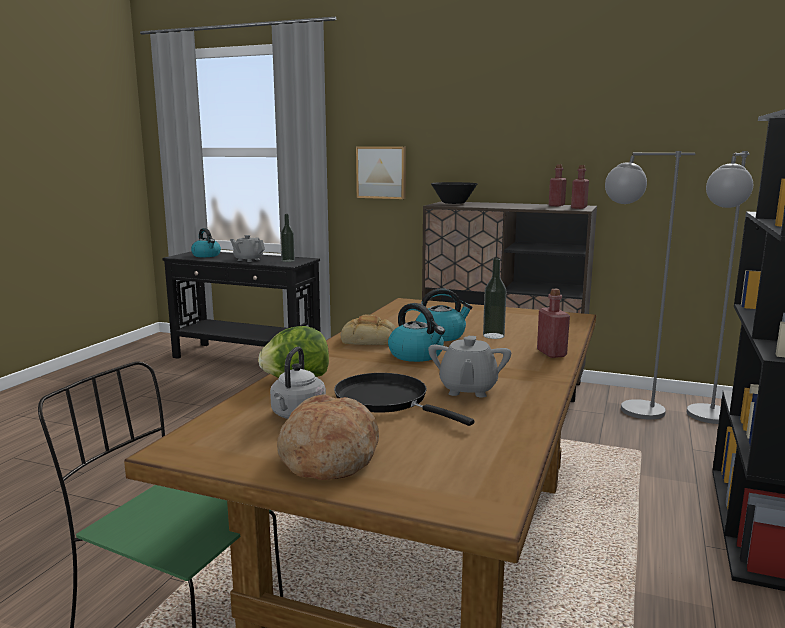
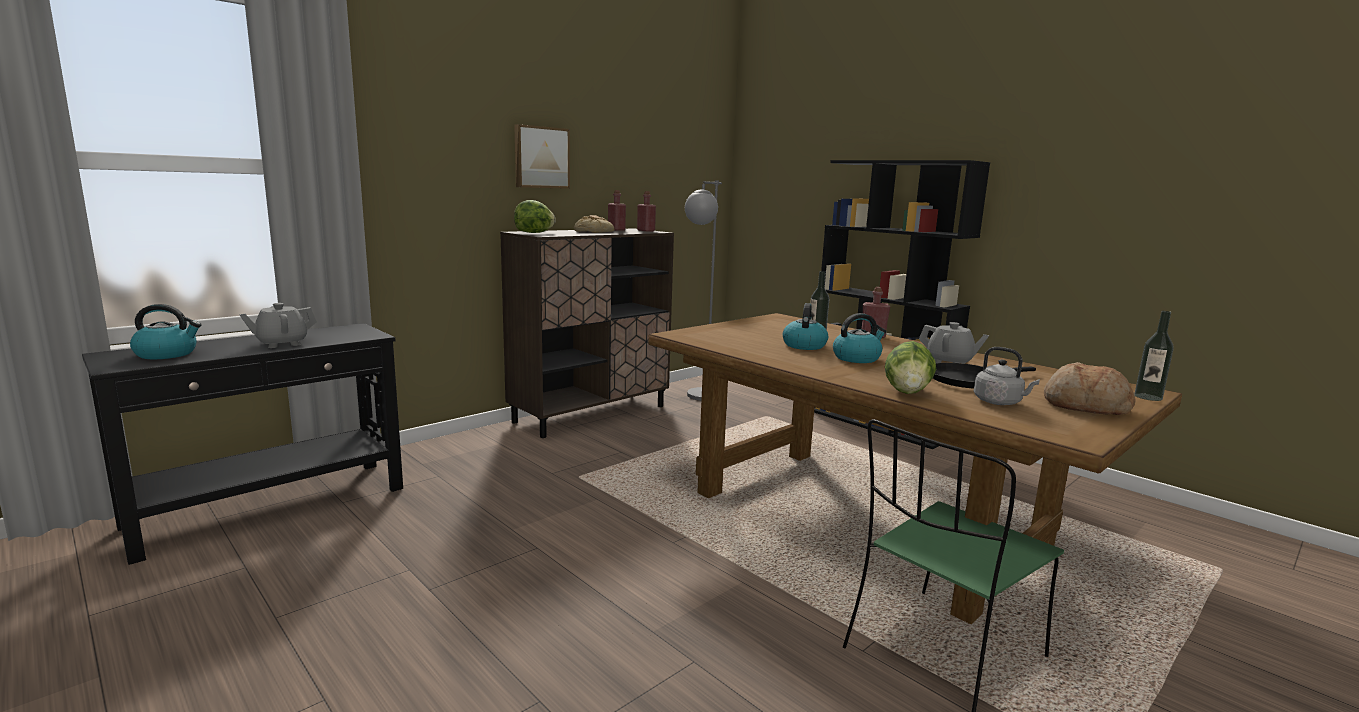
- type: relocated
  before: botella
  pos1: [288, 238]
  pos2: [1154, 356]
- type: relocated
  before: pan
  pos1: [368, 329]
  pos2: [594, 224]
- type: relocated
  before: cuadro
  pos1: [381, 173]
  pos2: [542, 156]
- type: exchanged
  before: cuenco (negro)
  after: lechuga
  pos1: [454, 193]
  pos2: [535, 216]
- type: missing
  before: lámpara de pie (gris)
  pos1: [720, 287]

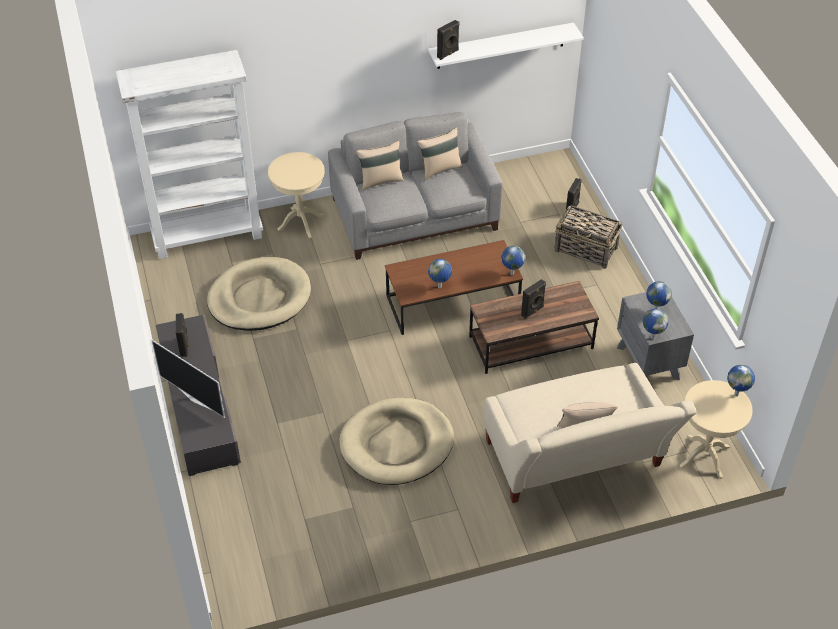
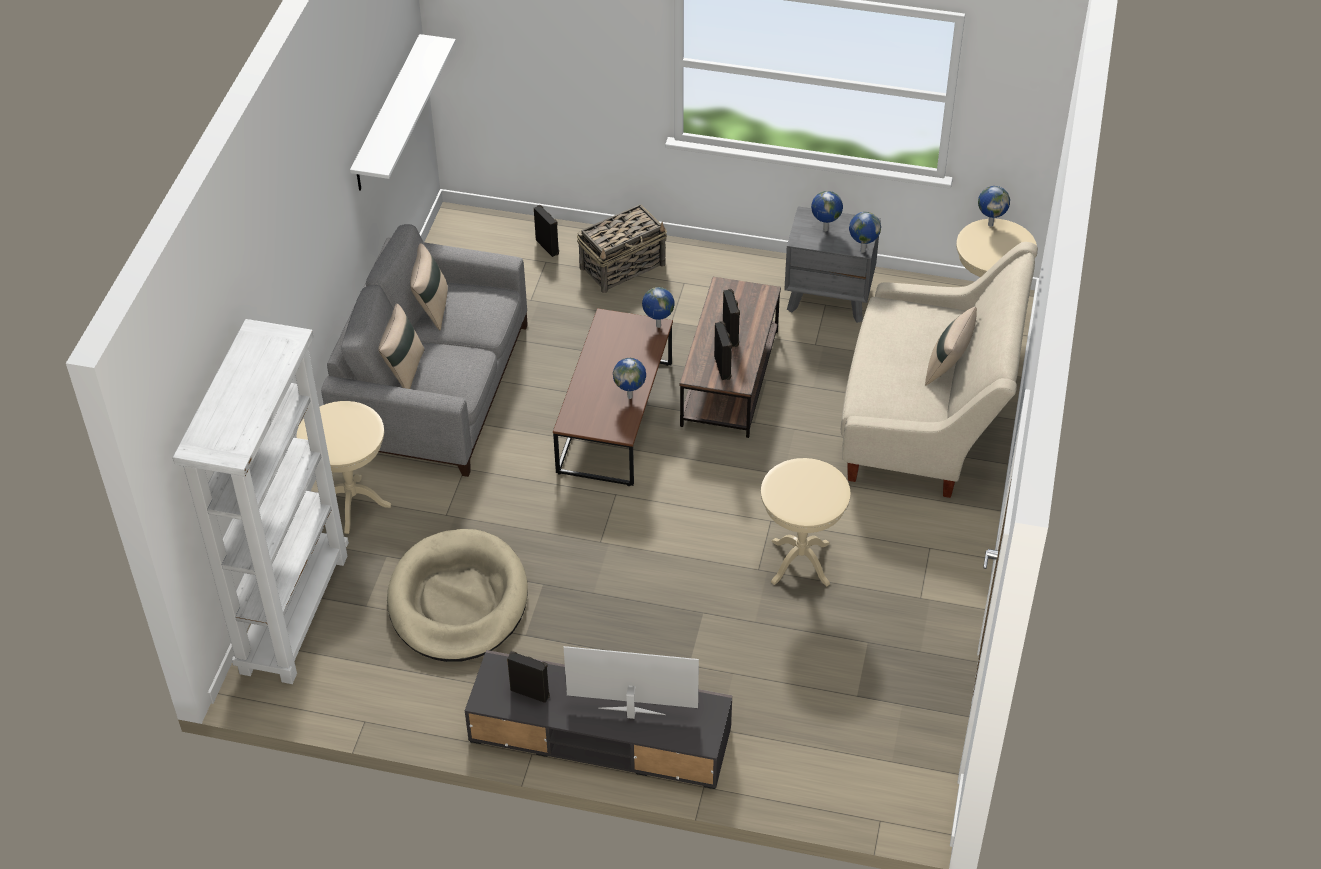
- type: spun
  before: televisor
  pos1: [188, 379]
  pos2: [631, 682]
  turn: -150
- type: exchanged
  before: cama para perro (beis)
  after: mesa auxiliar (beis)
  pos1: [396, 441]
  pos2: [805, 522]
- type: relocated
  before: altavoz (negro)
  pos1: [448, 40]
  pos2: [723, 350]

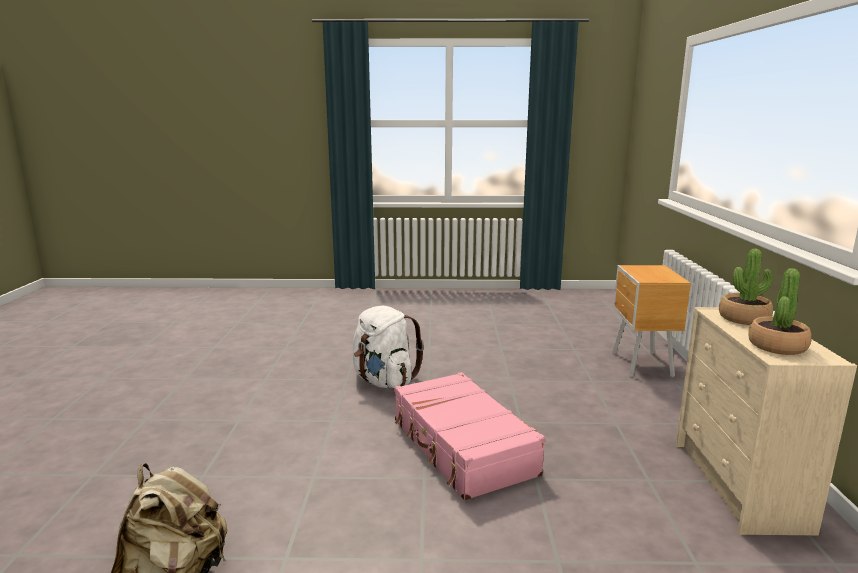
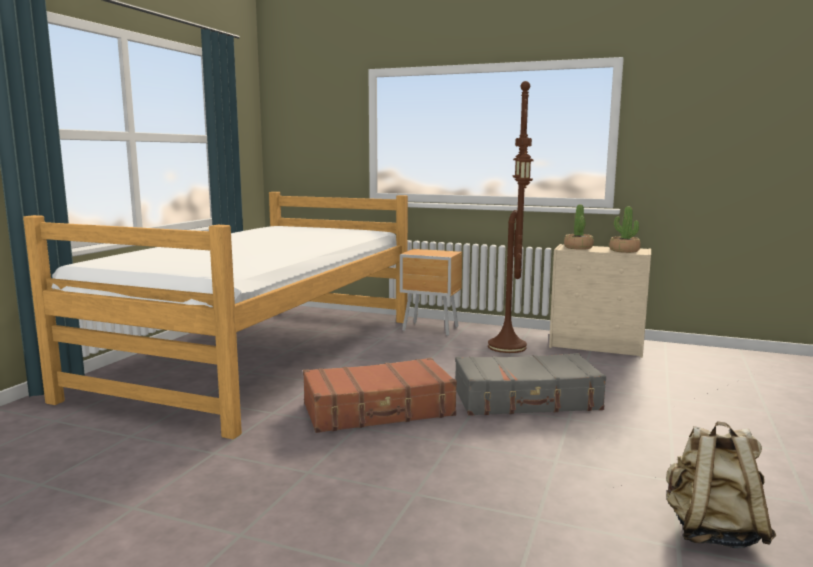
- type: exchanged
  before: mochila (blanco)
  after: maleta (marrón)
  pos1: [388, 347]
  pos2: [380, 395]
- type: colour
  before: maleta (rosa)
  after: maleta (gris)
  pos1: [470, 436]
  pos2: [530, 384]
- type: appeared
  after: cama
  pos2: [215, 316]
- type: appeared
  after: lámpara de pie (marrón)
  pos2: [511, 217]

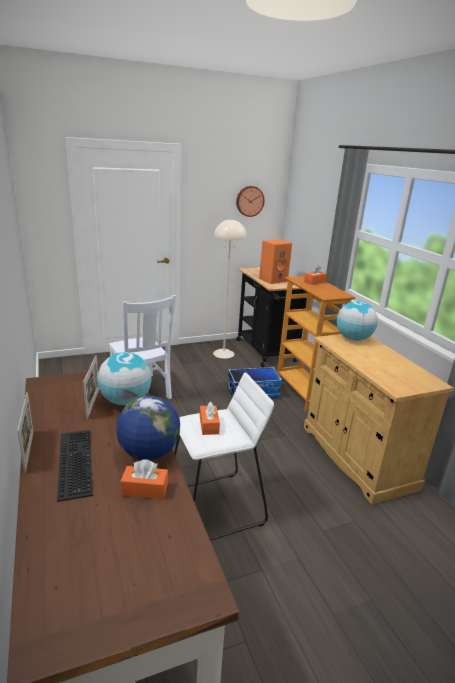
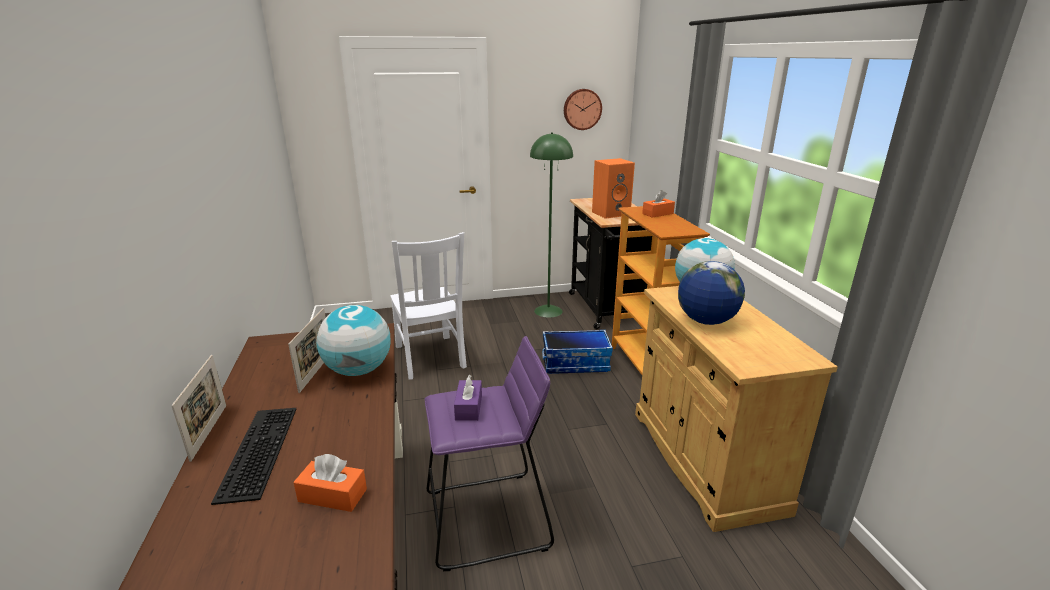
- type: relocated
  before: globo terráqueo
  pos1: [148, 428]
  pos2: [711, 293]
- type: colour
  before: taburete (blanco)
  after: taburete (morado)
  pos1: [224, 456]
  pos2: [489, 453]
- type: colour
  before: caja de pañuelos (naranja)
  after: caja de pañuelos (morado)
  pos1: [210, 418]
  pos2: [468, 398]
- type: colour
  before: lámpara de pie (beis)
  after: lámpara de pie (verde)
  pos1: [230, 289]
  pos2: [551, 225]

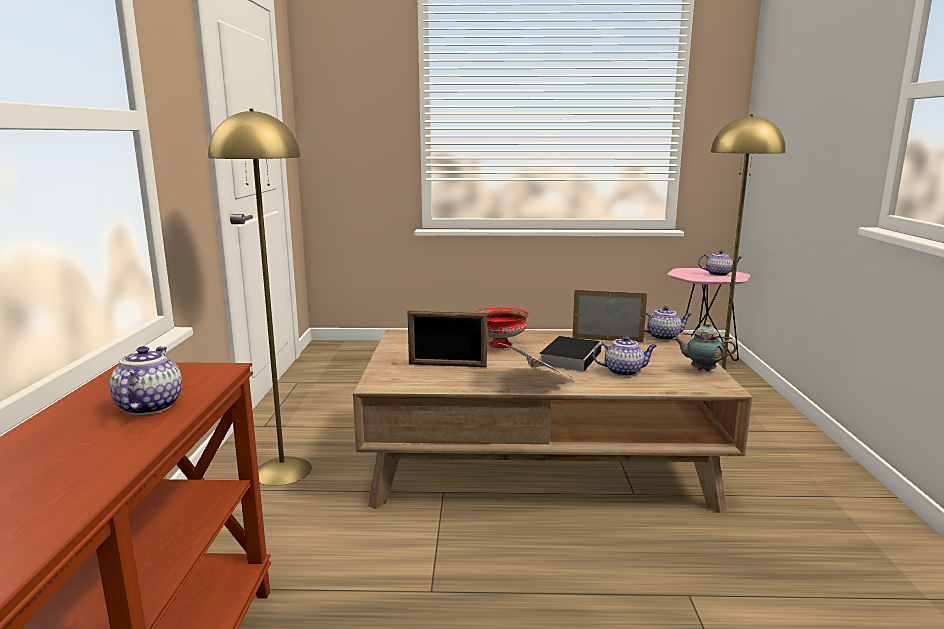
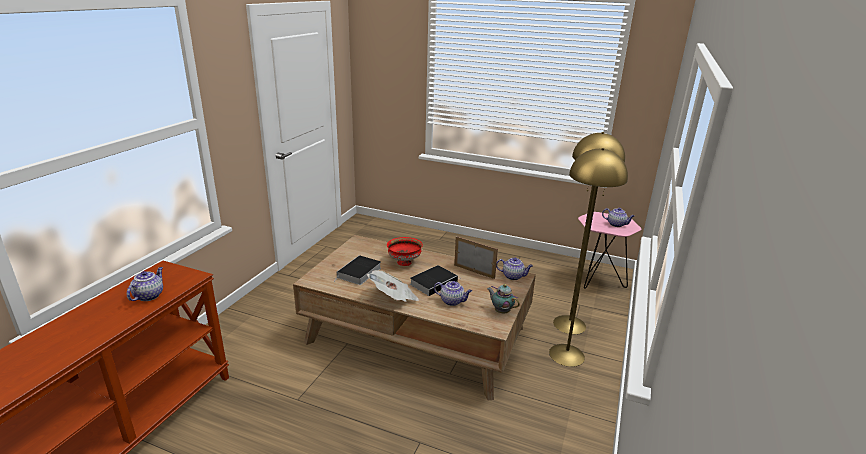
- type: relocated
  before: lámpara de pie (amarillo)
  pos1: [260, 297]
  pos2: [588, 257]
- type: exchanged
  before: portarretratos
  after: libro
  pos1: [447, 338]
  pos2: [357, 270]

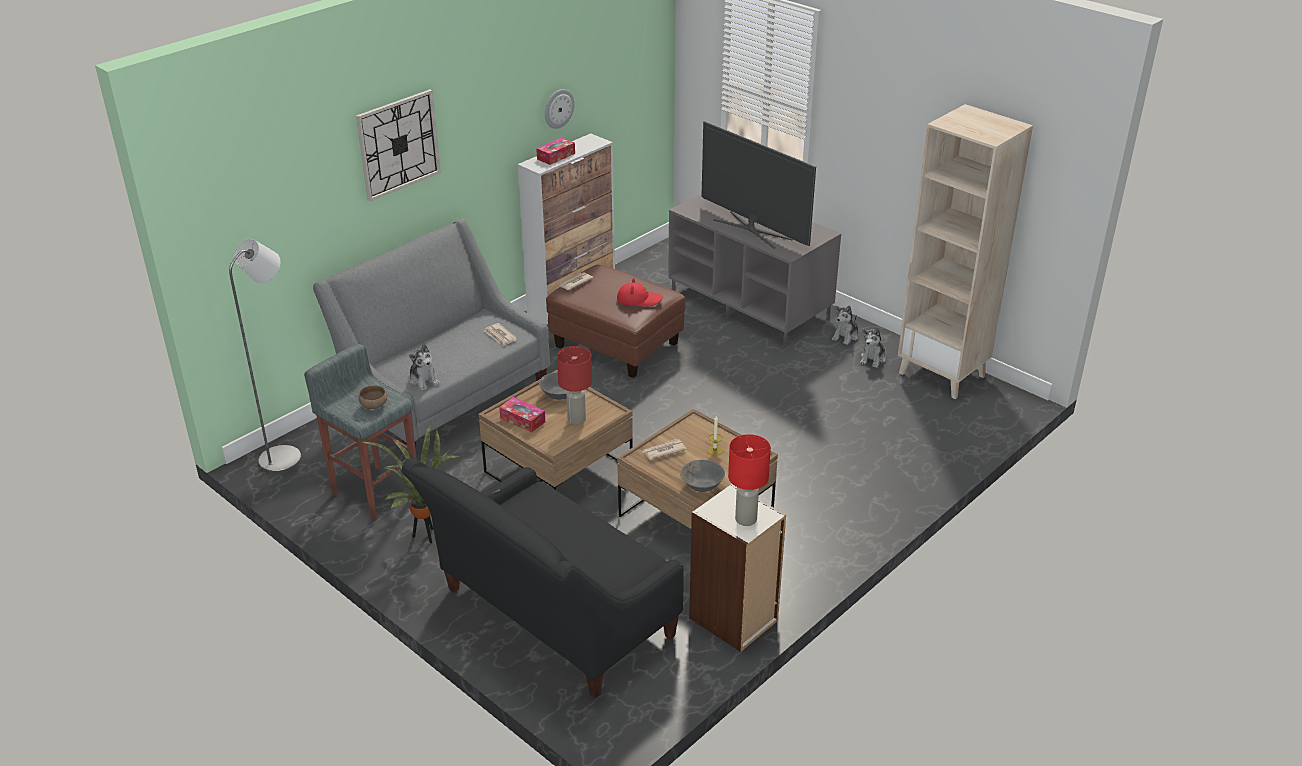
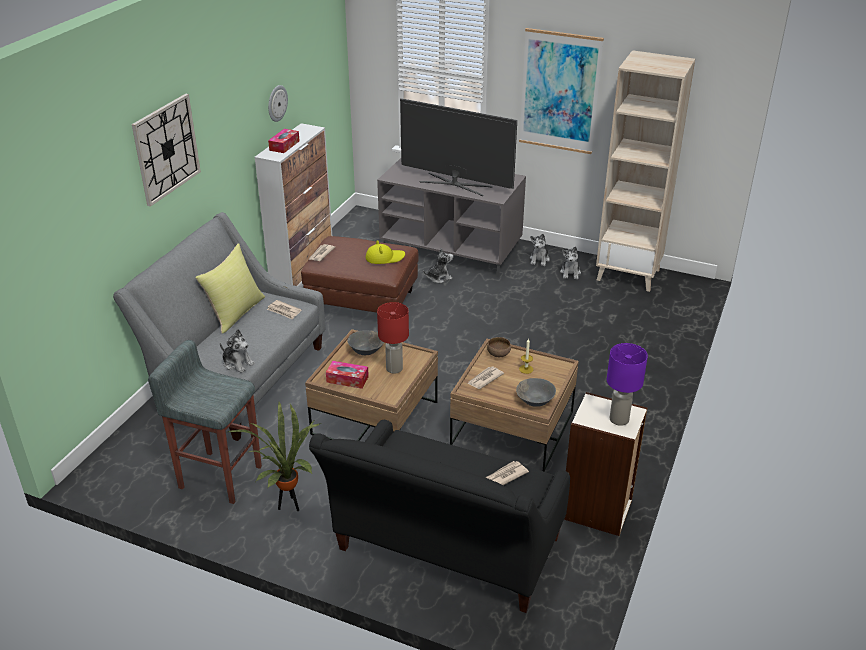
- type: missing
  before: lámpara de pie (gris)
  pos1: [265, 356]
- type: relocated
  before: cuenco (marrón)
  pos1: [373, 397]
  pos2: [499, 347]
- type: colour
  before: sombrero (rojo)
  after: sombrero (amarillo)
  pos1: [640, 292]
  pos2: [385, 252]
- type: colour
  before: lámpara de mesa (rojo)
  after: lámpara de mesa (morado)
  pos1: [749, 480]
  pos2: [627, 384]
- type: appeared
  after: cojín (amarillo)
  pos2: [230, 288]
- type: appeared
  after: peluche
  pos2: [438, 265]
- type: appeared
  after: periódico
  pos2: [507, 473]
- type: appeared
  after: cuadro
  pos2: [561, 91]

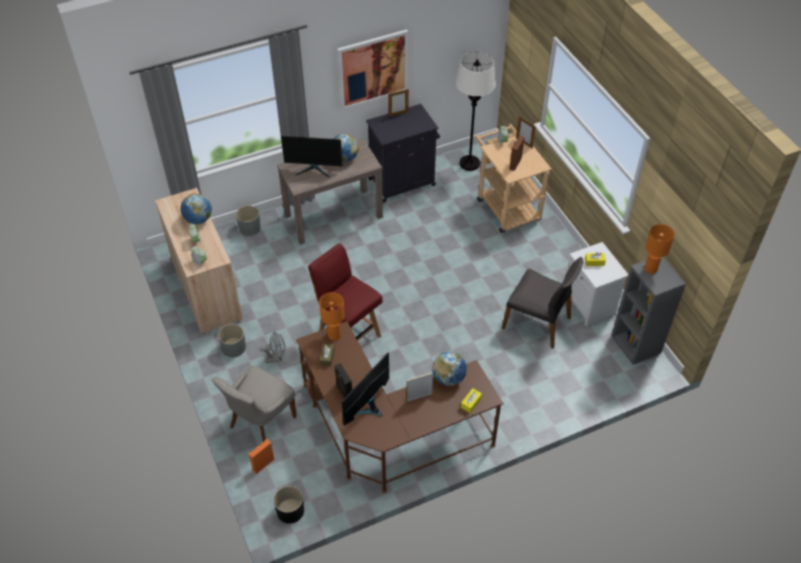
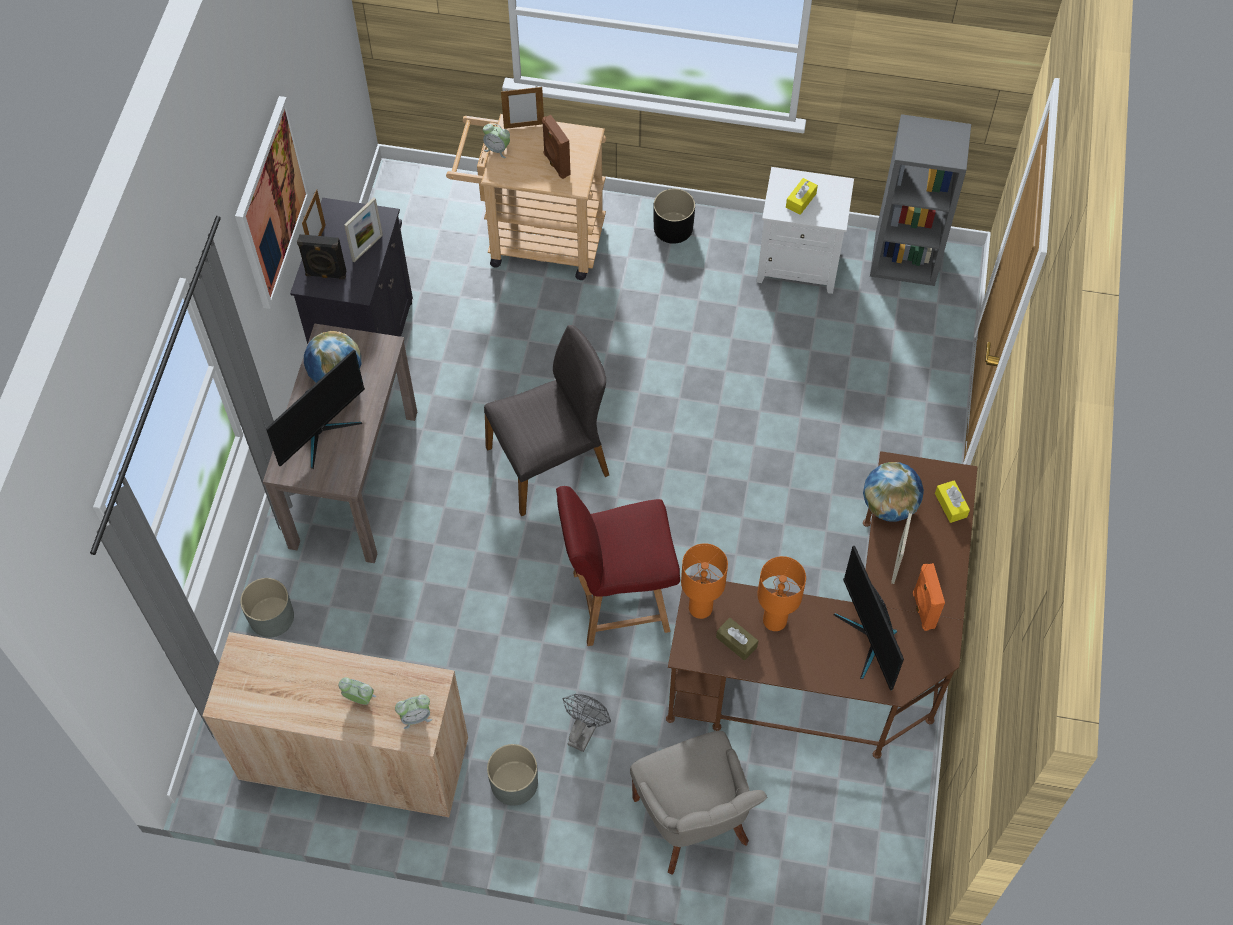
- type: missing
  before: globo terráqueo
  pos1: [196, 209]
- type: relocated
  before: altavoz (naranja)
  pos1: [261, 456]
  pos2: [929, 597]
- type: relocated
  before: maceta (negro)
  pos1: [289, 505]
  pos2: [674, 216]
- type: relocated
  before: altavoz (negro)
  pos1: [343, 380]
  pos2: [321, 256]
- type: missing
  before: lámpara de pie (blanco)
  pos1: [476, 111]
- type: relocated
  before: silla (gris)
  pos1: [542, 302]
  pos2: [546, 420]
- type: relocated
  before: lámpara de mesa (naranja)
  pos1: [660, 249]
  pos2: [781, 593]
- type: appeared
  after: portarretratos
  pos2: [363, 229]

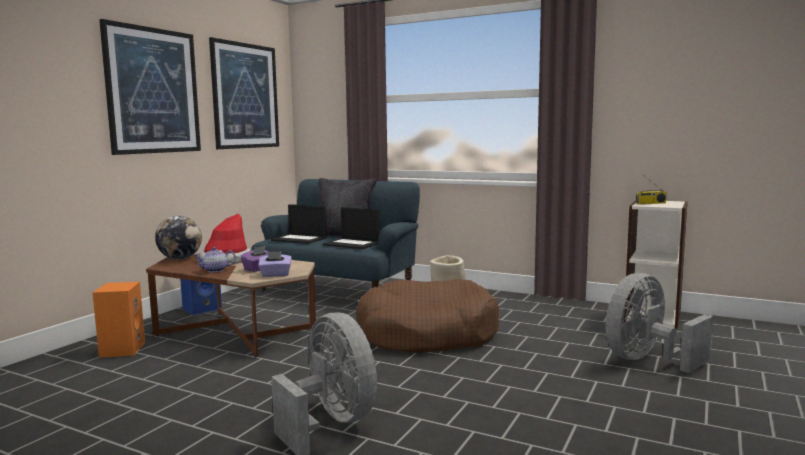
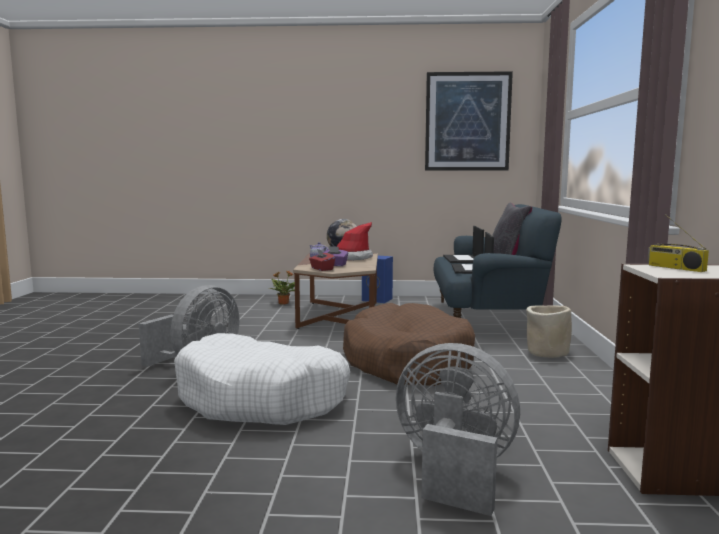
- type: exchanged
  before: altavoz (naranja)
  after: planta en maceta
  pos1: [119, 320]
  pos2: [282, 288]
- type: missing
  before: cuadro
  pos1: [150, 87]
- type: colour
  before: caja de pañuelos (morado)
  after: caja de pañuelos (rojo)
  pos1: [275, 264]
  pos2: [322, 260]
- type: appeared
  after: cama para perro (blanco)
  pos2: [262, 379]

